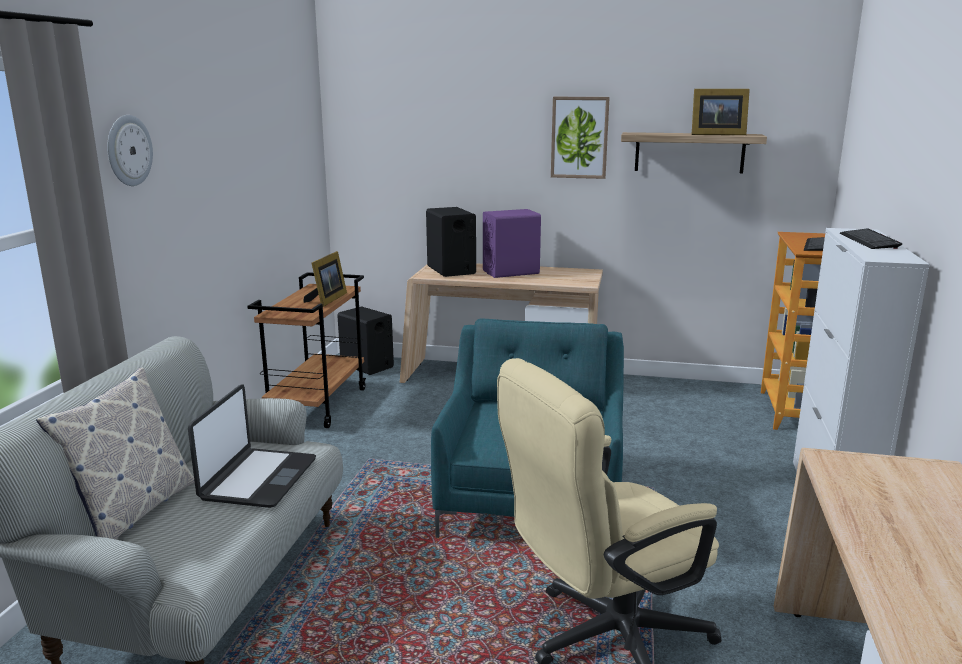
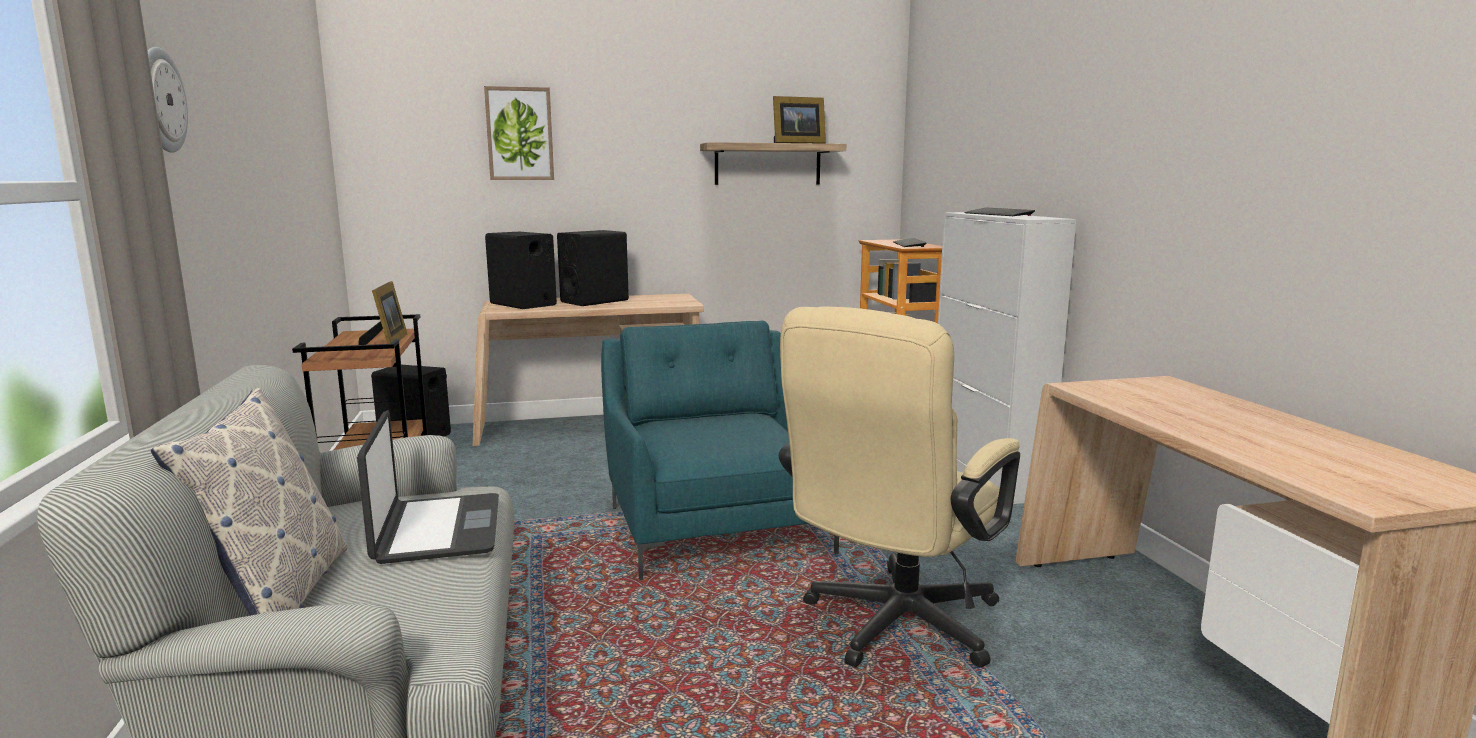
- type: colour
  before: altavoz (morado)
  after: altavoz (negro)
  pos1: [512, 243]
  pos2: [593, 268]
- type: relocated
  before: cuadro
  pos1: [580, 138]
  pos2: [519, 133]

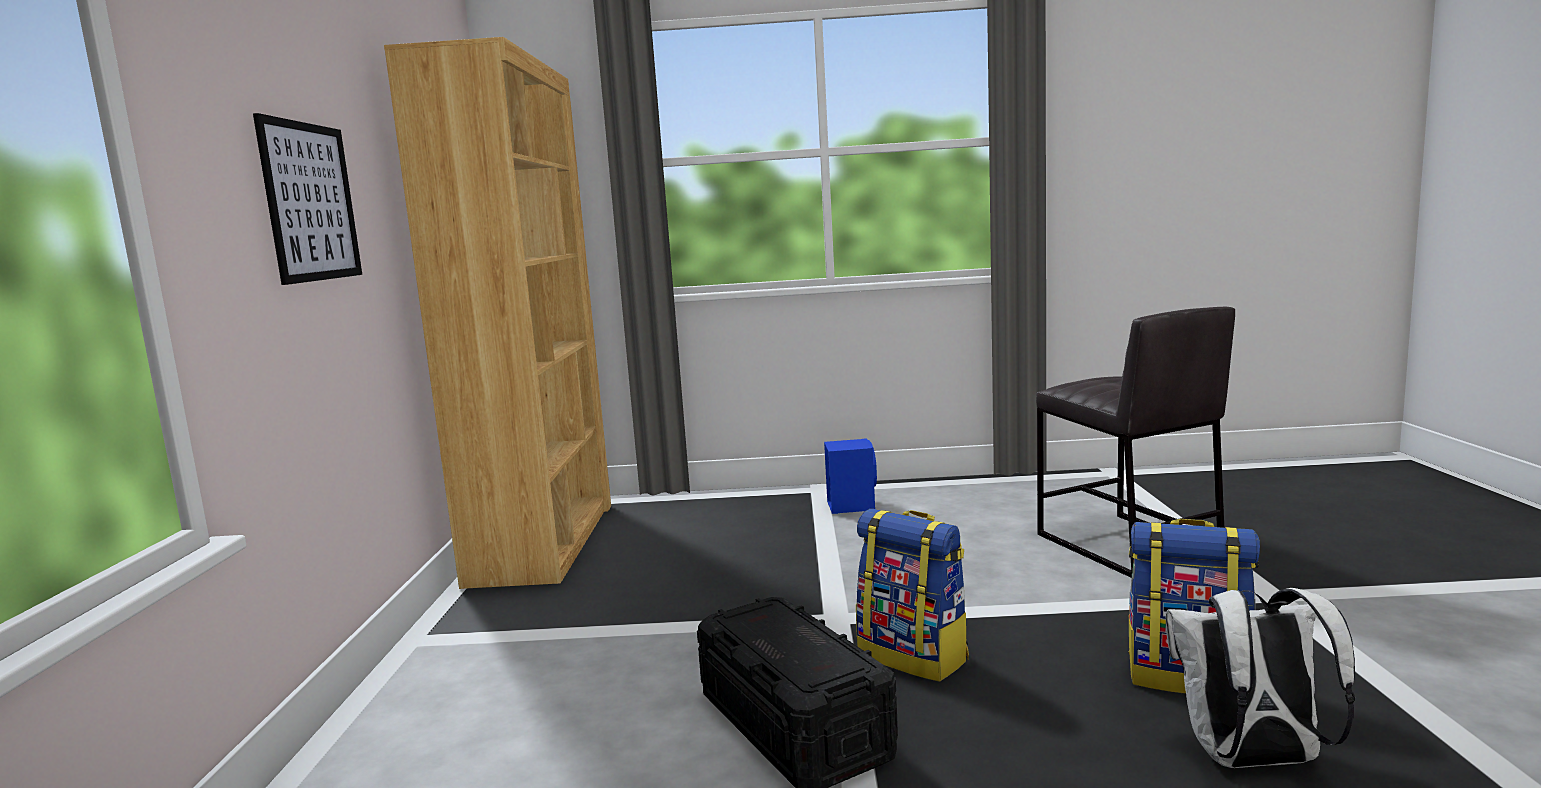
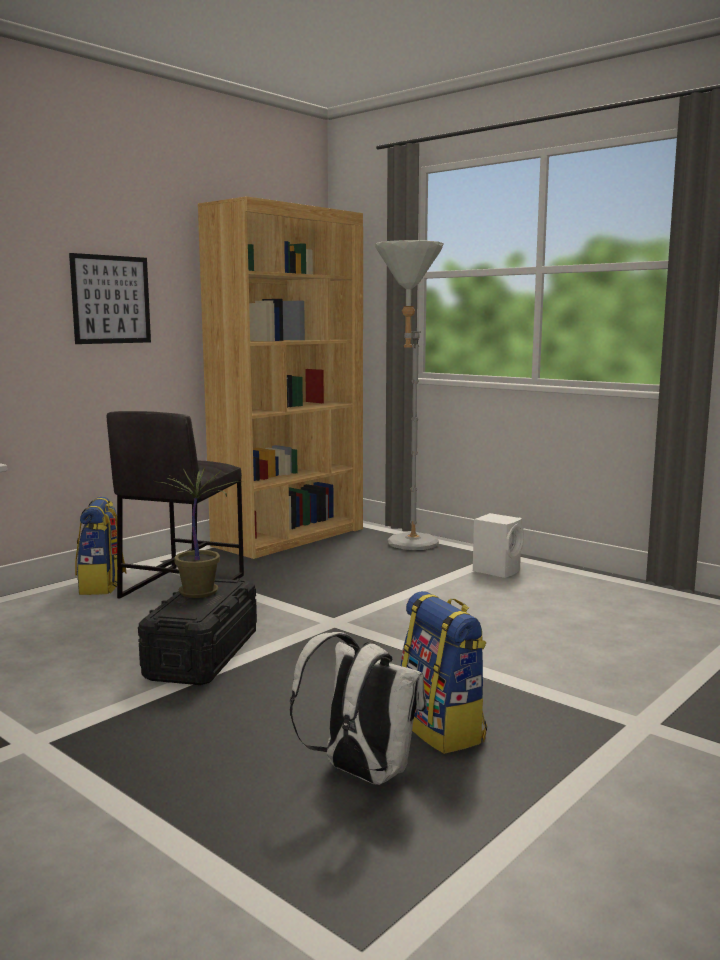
- type: colour
  before: altavoz (azul)
  after: altavoz (blanco)
  pos1: [850, 476]
  pos2: [498, 545]
- type: relocated
  before: mochila
  pos1: [912, 595]
  pos2: [101, 546]
- type: relocated
  before: taburete (gris)
  pos1: [1135, 442]
  pos2: [175, 504]
- type: appeared
  after: planta en maceta
  pos2: [197, 533]
- type: appeared
  after: lámpara de pie (gris)
  pos2: [409, 395]

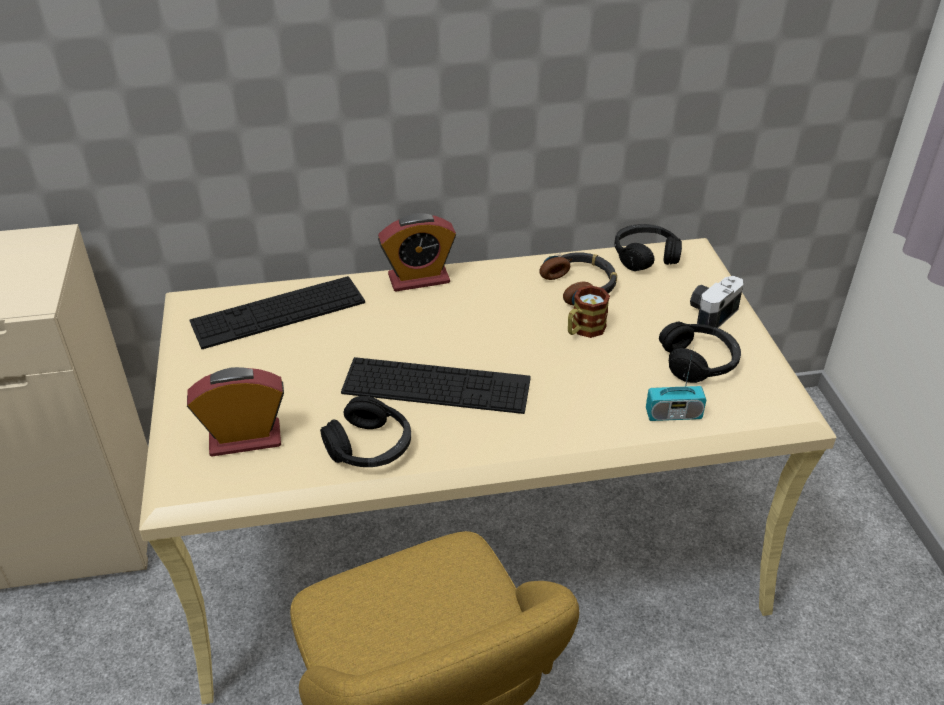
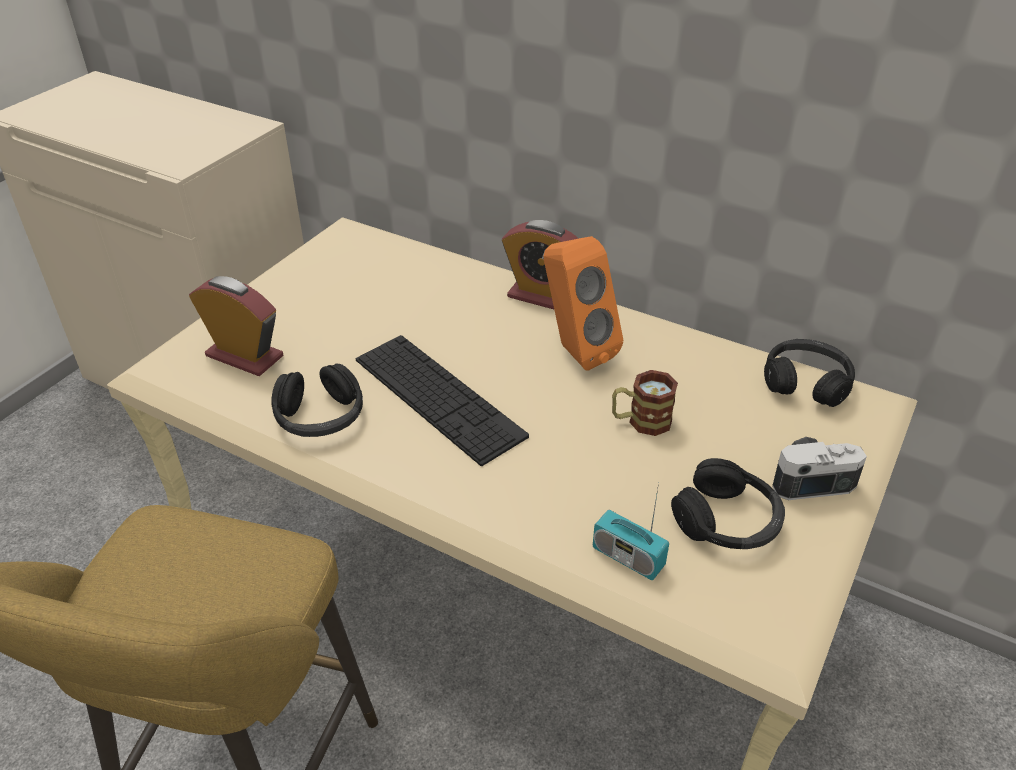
- type: missing
  before: teclado
  pos1: [277, 312]
- type: missing
  before: auriculares
  pos1: [578, 278]
- type: appeared
  after: altavoz (naranja)
  pos2: [583, 303]

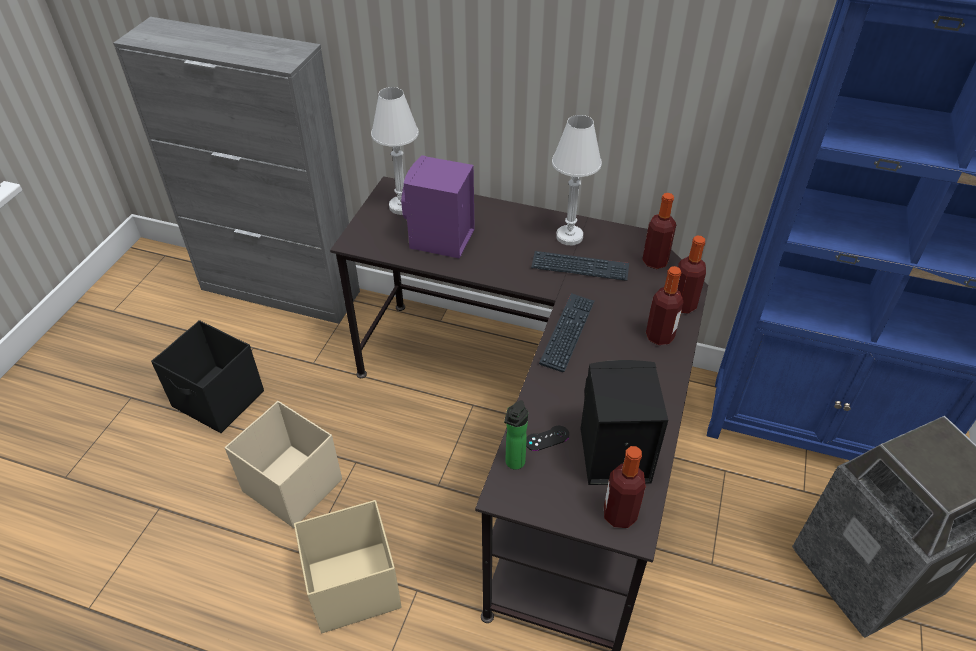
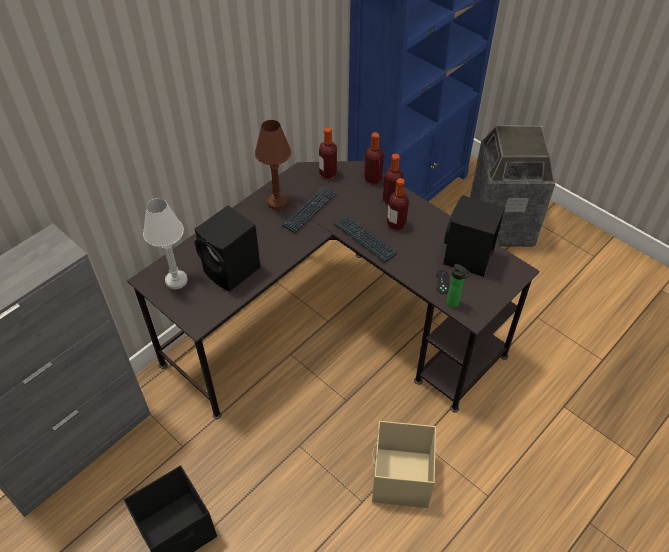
- type: missing
  before: caja de almacenaje (beis)
  pos1: [283, 464]
- type: colour
  before: altavoz (morado)
  after: altavoz (negro)
  pos1: [438, 207]
  pos2: [227, 248]
- type: colour
  before: lámpara de mesa (blanco)
  after: lámpara de mesa (marrón)
  pos1: [577, 180]
  pos2: [273, 165]
- type: relocated
  before: botella
  pos1: [625, 487]
  pos2: [398, 204]

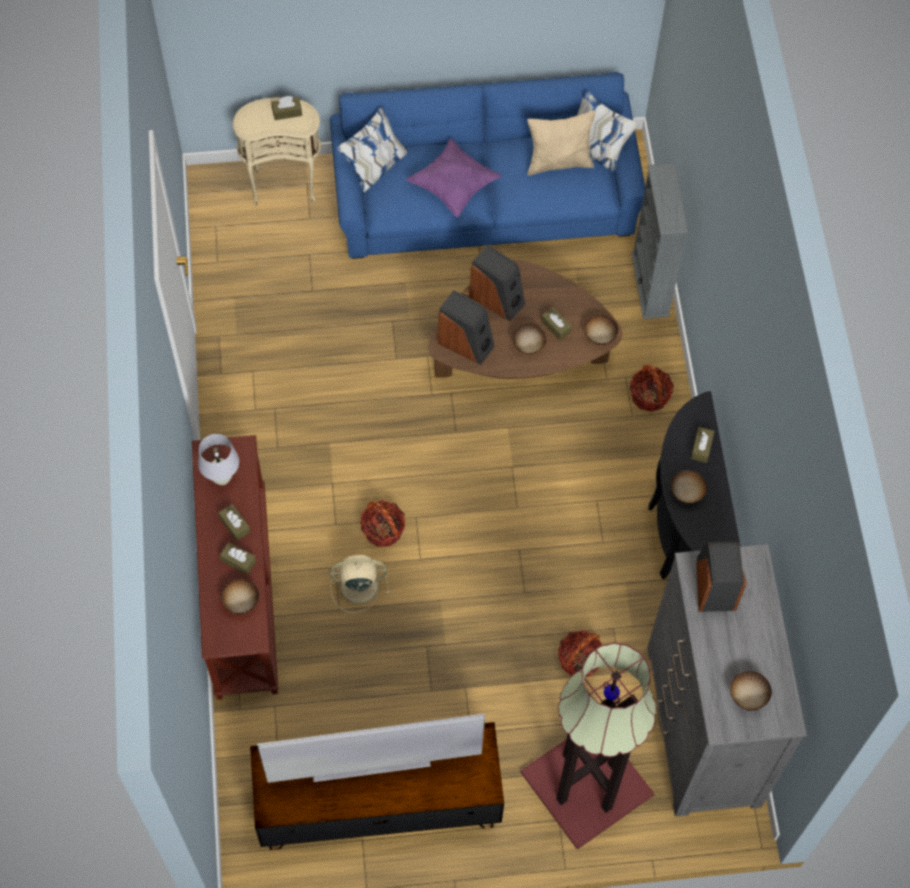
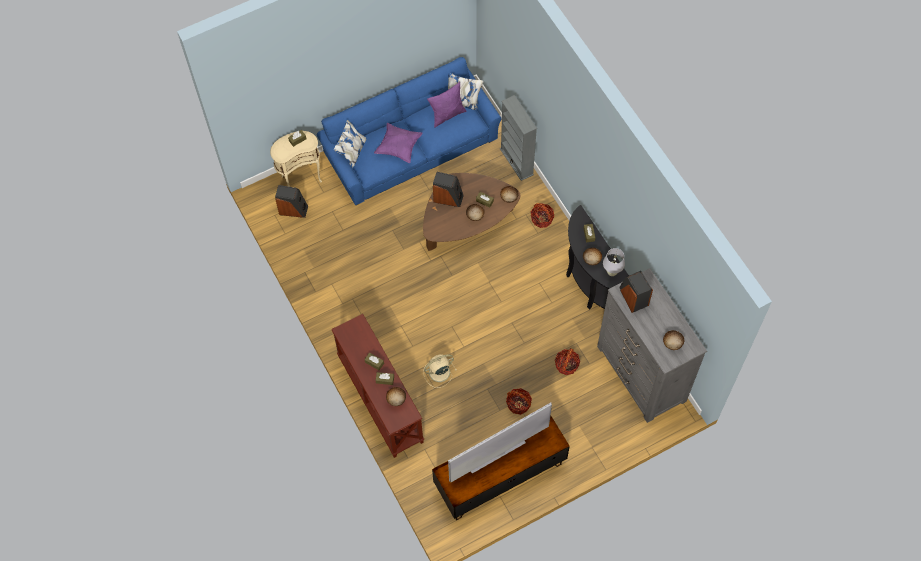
- type: relocated
  before: lámpara de mesa (blanco)
  pos1: [218, 459]
  pos2: [614, 262]
- type: relocated
  before: cesta
  pos1: [382, 523]
  pos2: [519, 401]
- type: relocated
  before: altavoz
  pos1: [466, 327]
  pos2: [291, 201]
- type: missing
  before: lámpara de pie
  pos1: [588, 746]
- type: colour
  before: cojín (beis)
  after: cojín (morado)
  pos1: [561, 143]
  pos2: [446, 105]

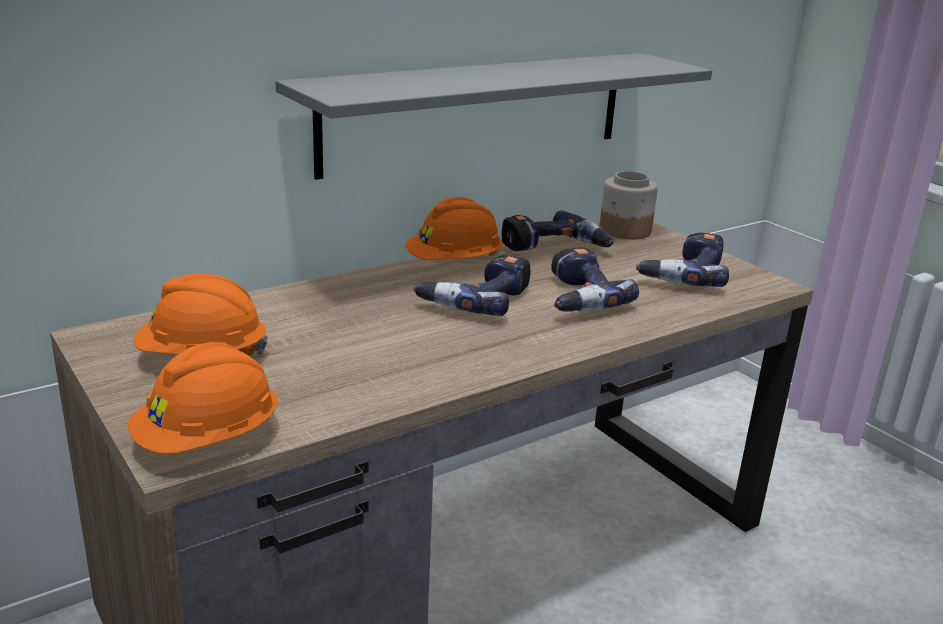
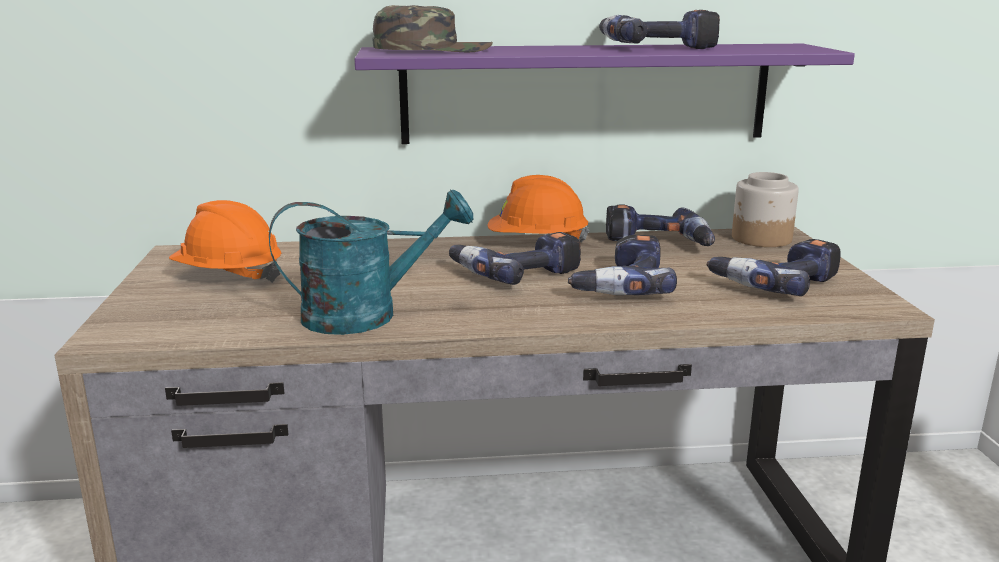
- type: missing
  before: casco (naranja)
  pos1: [203, 398]
- type: colour
  before: estante (gris)
  after: estante (morado)
  pos1: [494, 116]
  pos2: [604, 94]
- type: appeared
  after: regadera (turquesa)
  pos2: [371, 262]
- type: appeared
  after: gorra (verde)
  pos2: [433, 29]
- type: appeared
  after: taladro
  pos2: [659, 29]

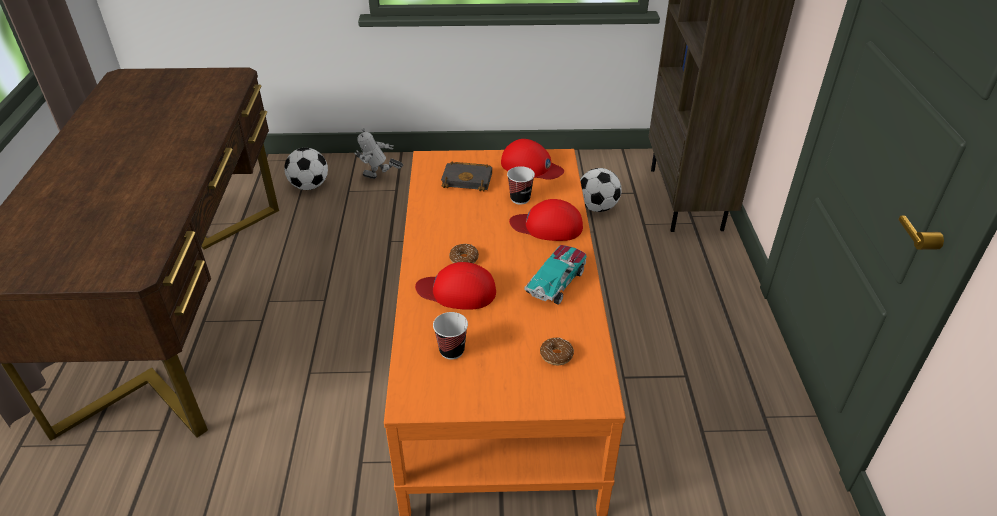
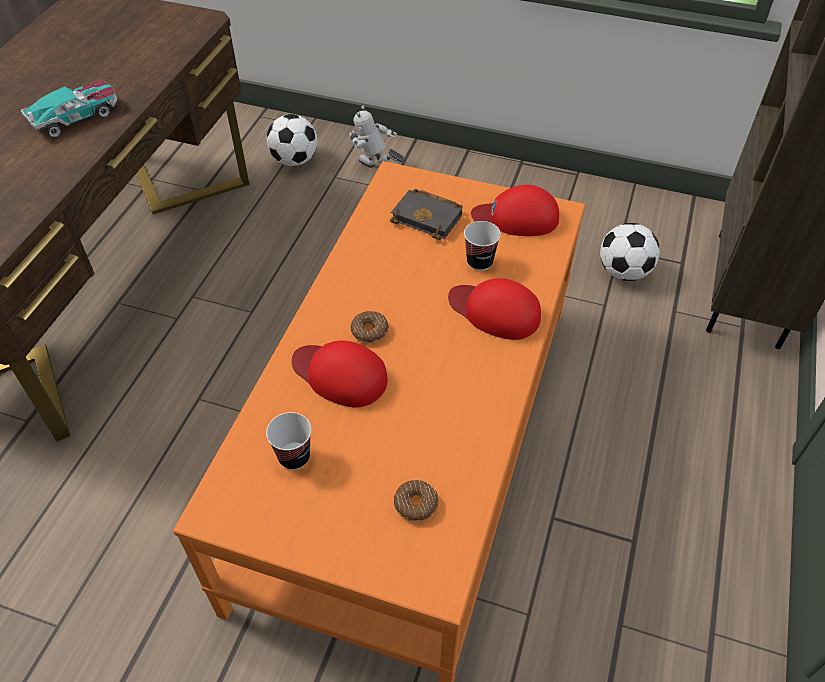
- type: spun
  before: gorra (rojo)
  pos1: [532, 159]
  pos2: [515, 210]
  turn: 135
- type: relocated
  before: coche de juguete
  pos1: [555, 274]
  pos2: [68, 109]

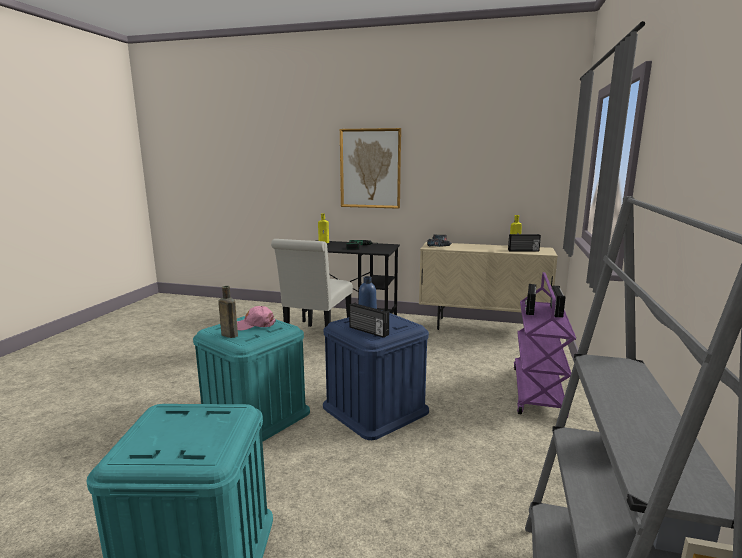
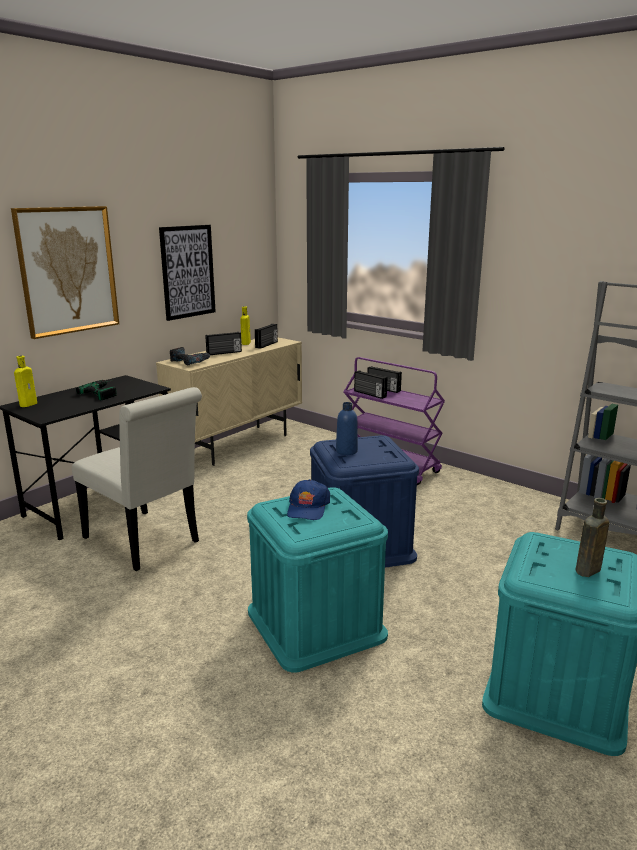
- type: relocated
  before: botella (marrón)
  pos1: [228, 312]
  pos2: [592, 537]
- type: colour
  before: gorra (rosa)
  after: gorra (azul)
  pos1: [256, 318]
  pos2: [308, 499]
- type: relocated
  before: radio
  pos1: [369, 320]
  pos2: [223, 343]
- type: appeared
  after: cuadro
  pos2: [187, 273]

